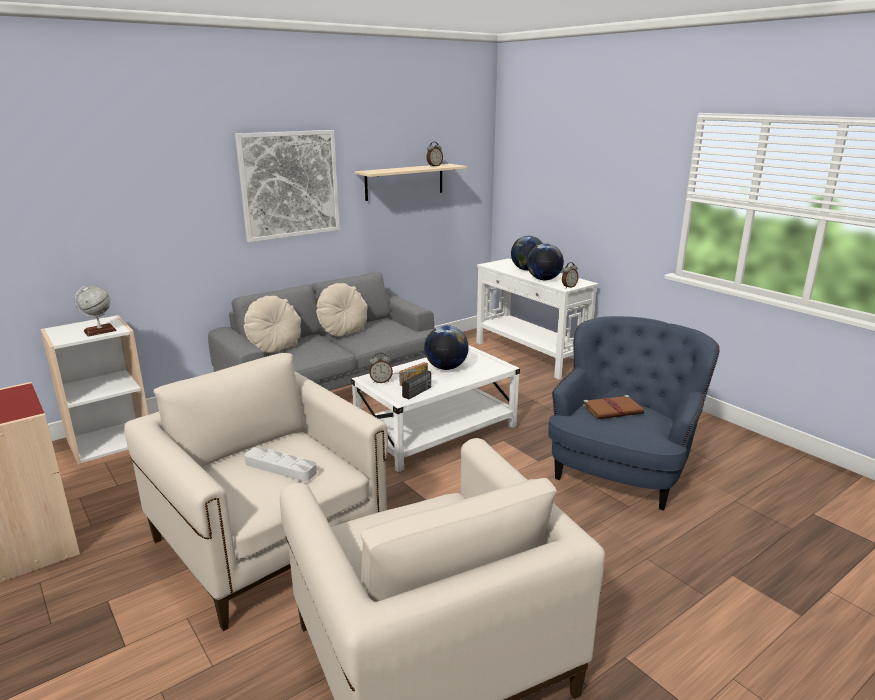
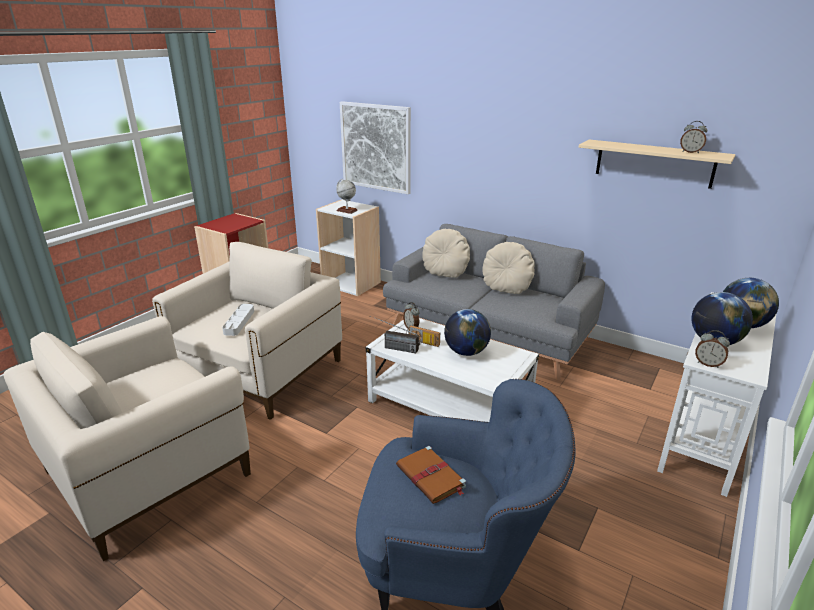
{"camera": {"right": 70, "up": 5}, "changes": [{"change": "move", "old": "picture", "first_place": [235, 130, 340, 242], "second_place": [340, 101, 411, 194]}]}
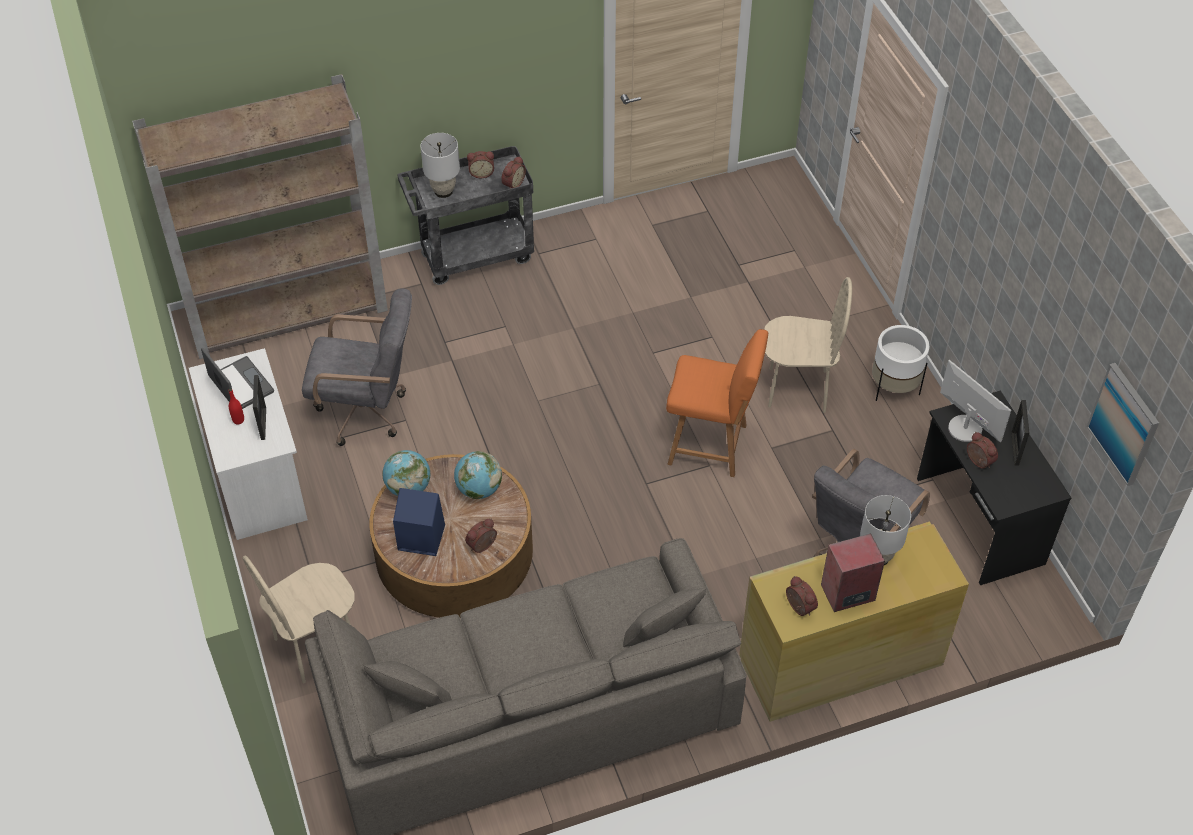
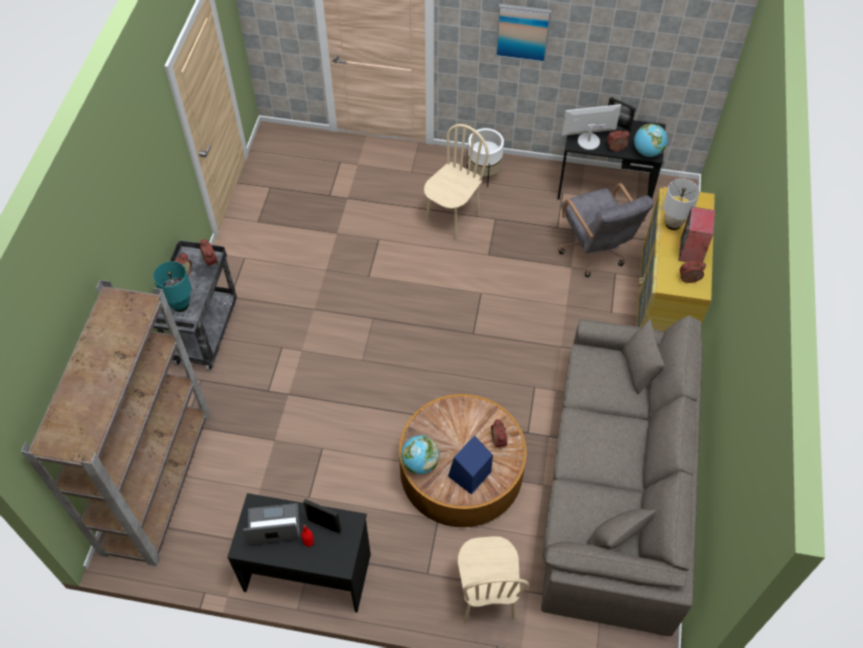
{"camera": {"right": -60, "up": 5}, "changes": [{"change": "delete", "old": "office chair/grey", "first_place": [302, 288, 412, 446]}, {"change": "delete", "old": "chair/orange", "first_place": [666, 329, 768, 477]}, {"change": "move", "old": "globe", "first_place": [454, 451, 502, 499], "second_place": [634, 123, 667, 157]}, {"change": "move", "old": "picture", "first_place": [1087, 363, 1159, 486], "second_place": [495, 4, 552, 63]}, {"change": "recolor", "old": "desk/white", "new": "desk/black", "first_place": [189, 348, 308, 540], "second_place": [227, 493, 371, 612]}, {"change": "recolor", "old": "table lamp/white", "new": "table lamp/turquoise", "first_place": [421, 133, 460, 198], "second_place": [153, 261, 191, 312]}]}
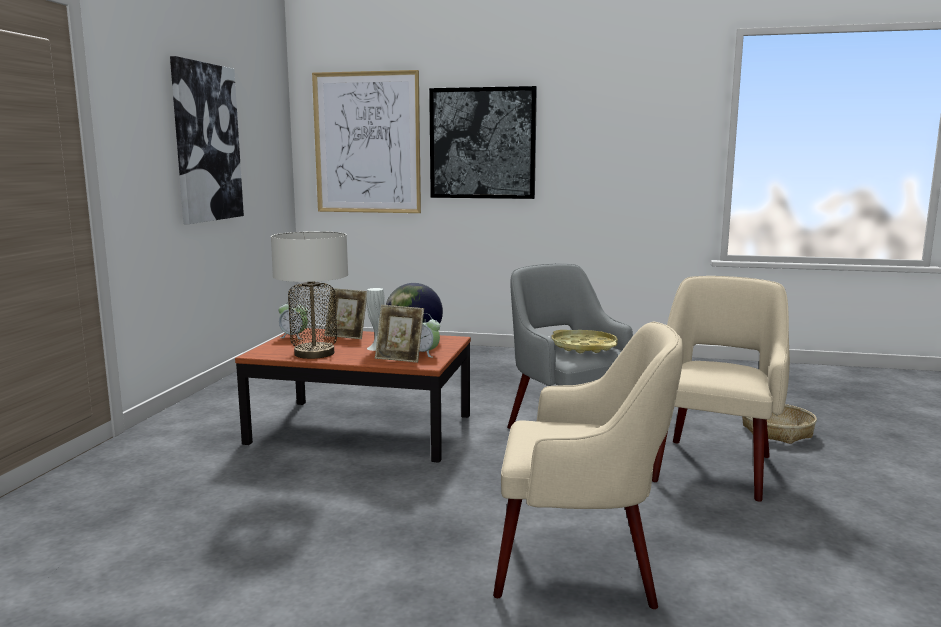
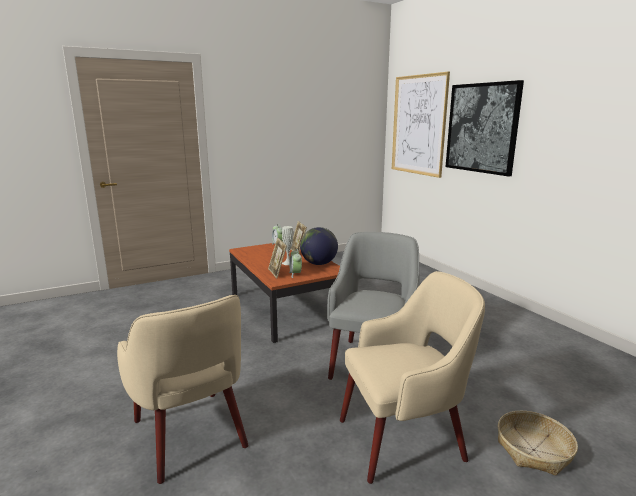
{"camera": {"right": 50, "up": 5}, "changes": [{"change": "delete", "old": "picture", "first_place": [170, 56, 244, 224]}, {"change": "delete", "old": "table lamp", "first_place": [271, 231, 348, 359]}, {"change": "delete", "old": "tray/yellow", "first_place": [551, 330, 618, 354]}]}
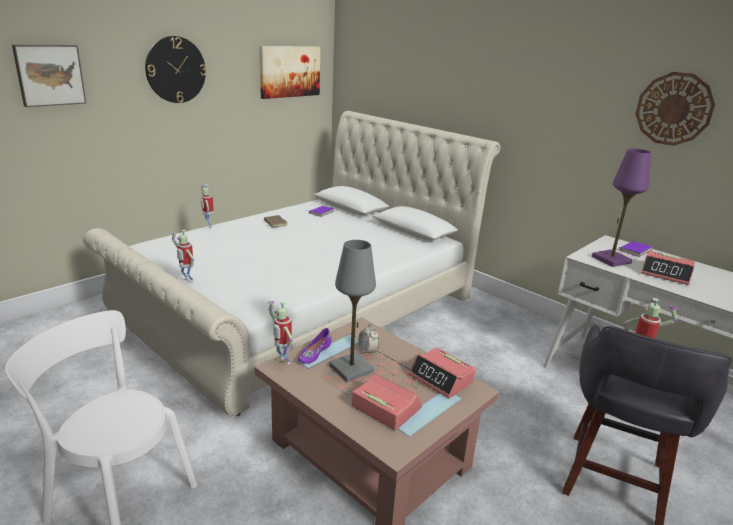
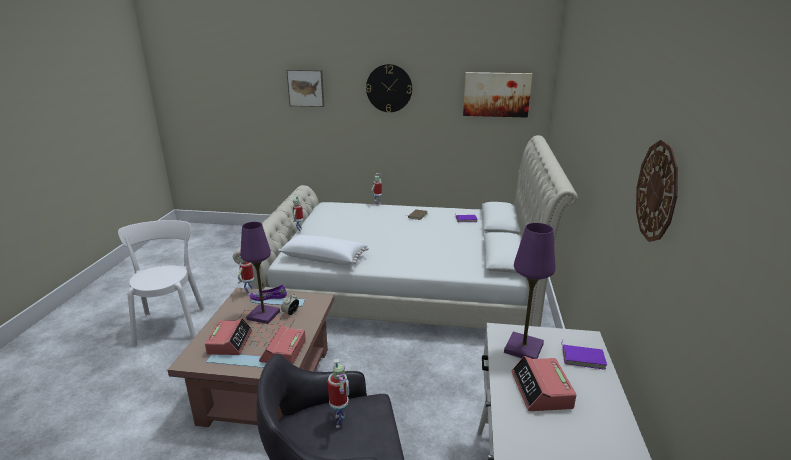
{"camera": {"right": 55, "up": 0}, "changes": [{"change": "insert", "new": "pillow/white", "second_place": [278, 235, 369, 265]}, {"change": "recolor", "old": "table lamp/grey", "new": "table lamp/purple", "first_place": [329, 240, 376, 382], "second_place": [240, 222, 280, 324]}]}
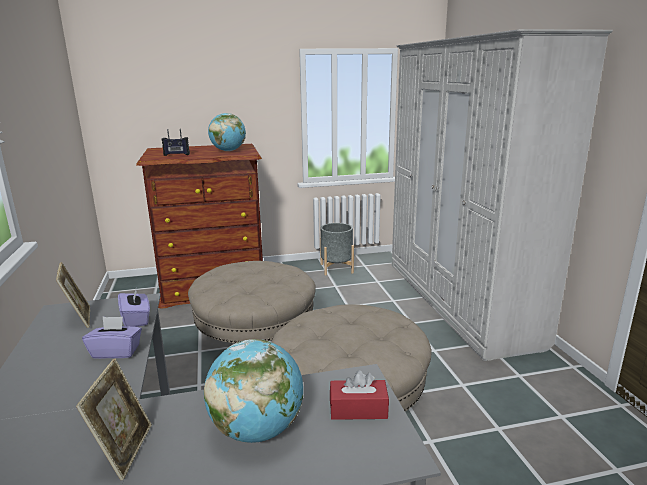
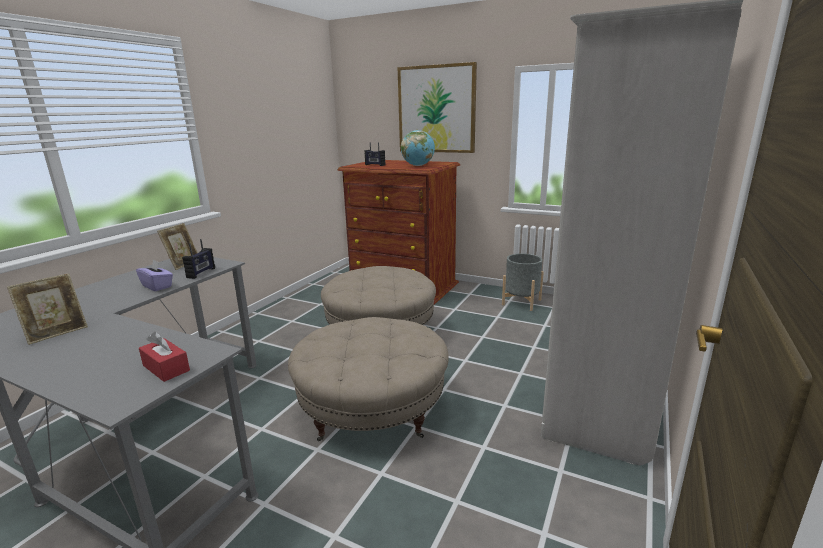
{"camera": {"right": 40, "up": 0}, "changes": [{"change": "delete", "old": "globe", "first_place": [204, 339, 303, 443]}, {"change": "insert", "new": "picture", "second_place": [398, 62, 477, 153]}, {"change": "replace", "old": "tissue box/purple", "new": "radio", "first_place": [118, 289, 150, 327], "second_place": [182, 239, 215, 279]}]}
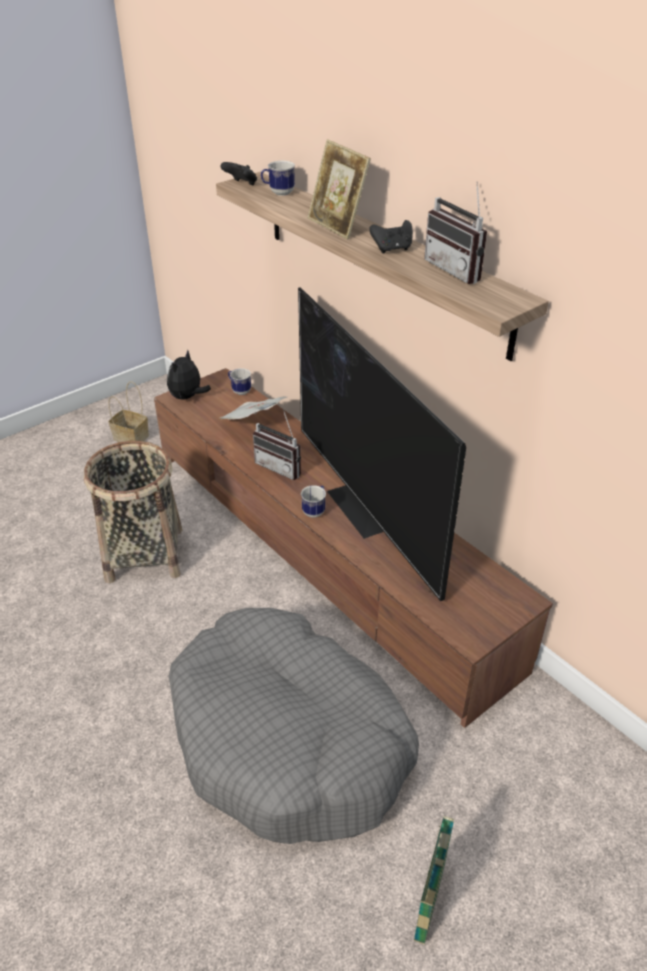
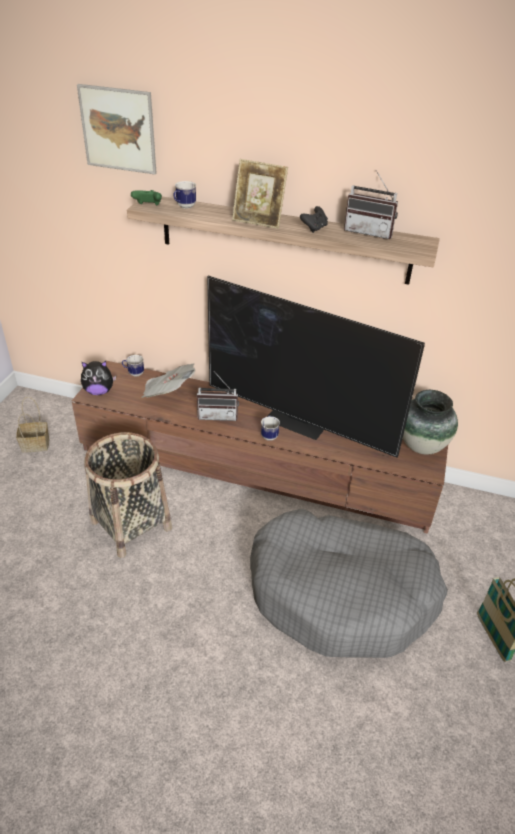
{"camera": {"right": -35, "up": 0}, "changes": [{"change": "insert", "new": "picture", "second_place": [77, 84, 156, 174]}, {"change": "insert", "new": "vase", "second_place": [403, 390, 458, 455]}, {"change": "recolor", "old": "game controller/black", "new": "game controller/green", "first_place": [221, 162, 257, 186], "second_place": [131, 190, 162, 205]}, {"change": "rotate", "old": "plush toy", "first_place": [167, 350, 211, 399], "second_place": [81, 361, 116, 395], "degrees": -90}]}
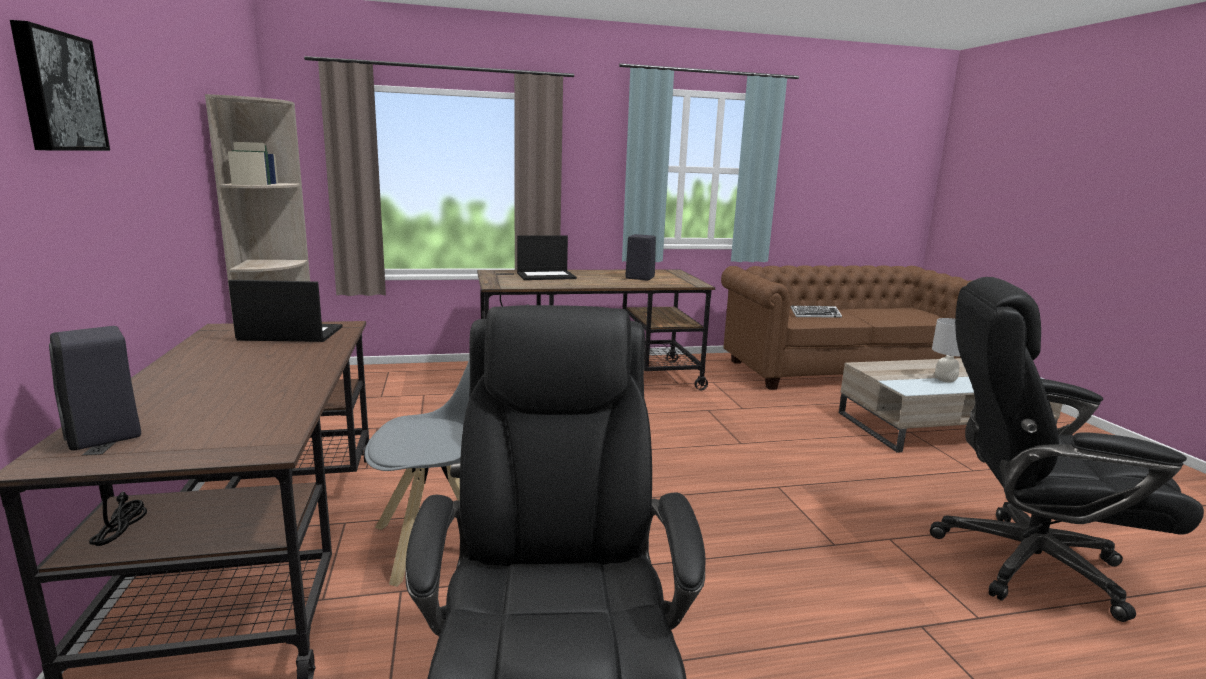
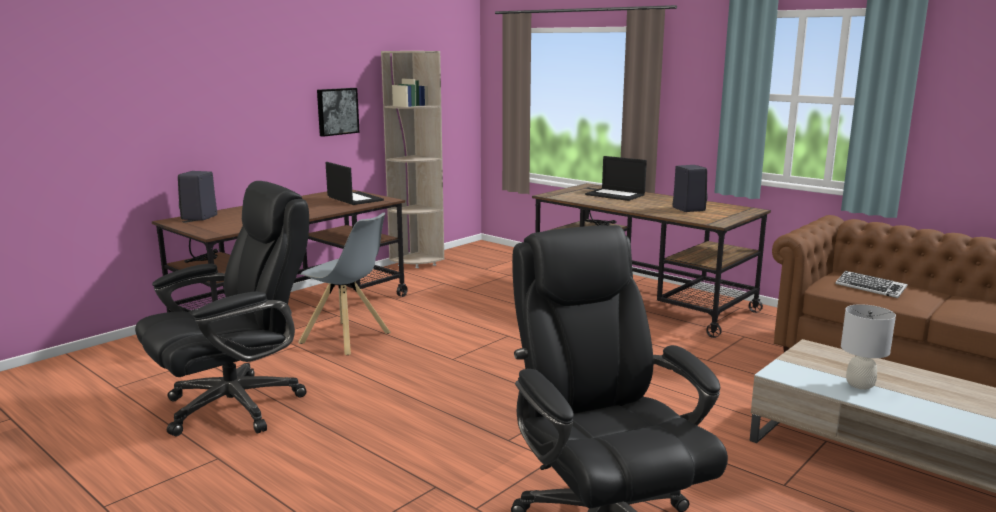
{"camera": {"right": 55, "up": 0}, "changes": [{"change": "move", "old": "picture", "first_place": [10, 20, 110, 151], "second_place": [317, 88, 360, 137]}]}
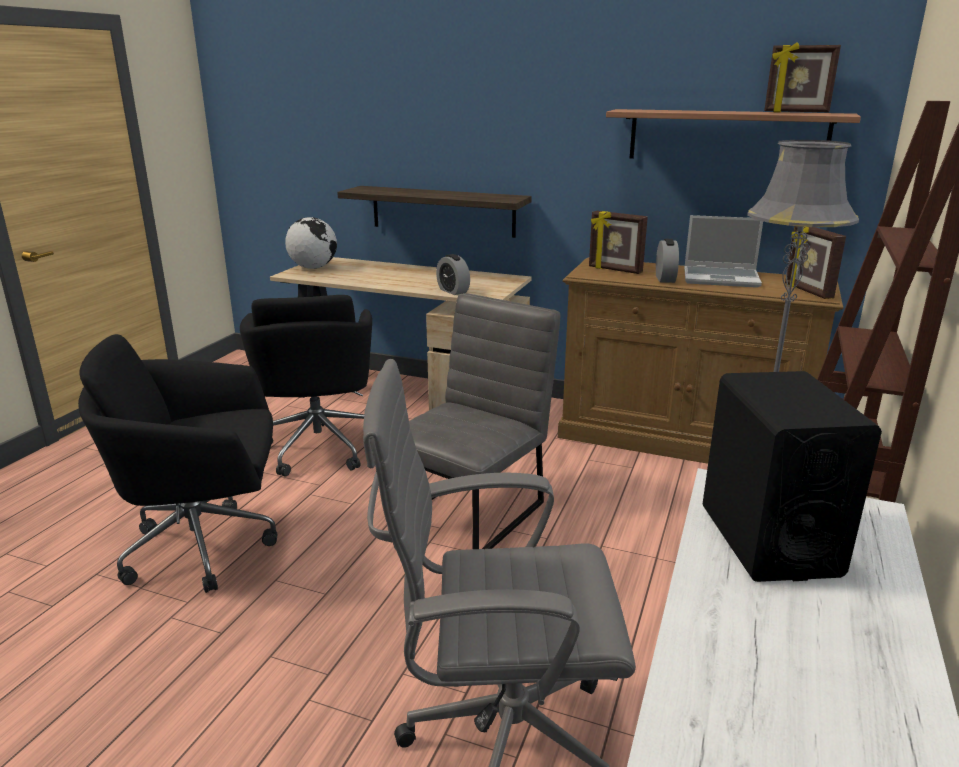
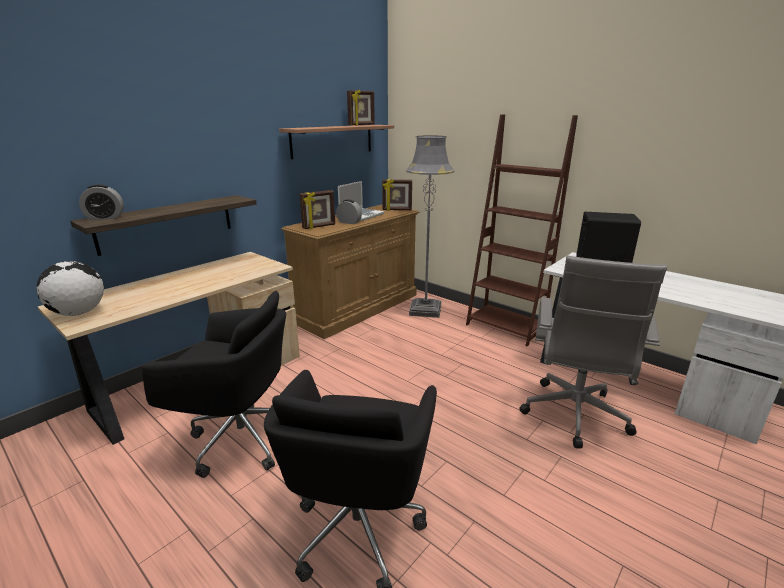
{"camera": {"right": -70, "up": 0}, "changes": [{"change": "delete", "old": "chair/grey", "first_place": [409, 293, 560, 549]}, {"change": "move", "old": "alarm clock", "first_place": [436, 254, 470, 295], "second_place": [79, 184, 124, 220]}]}
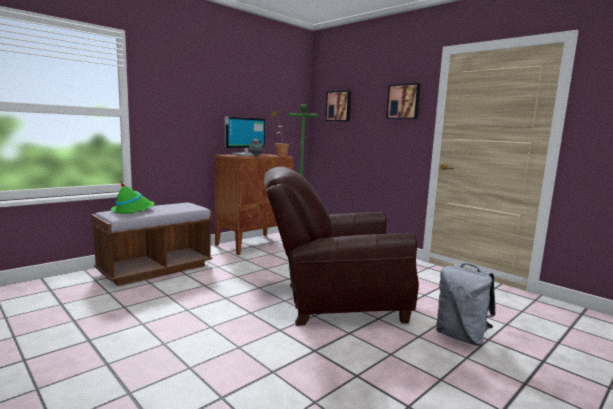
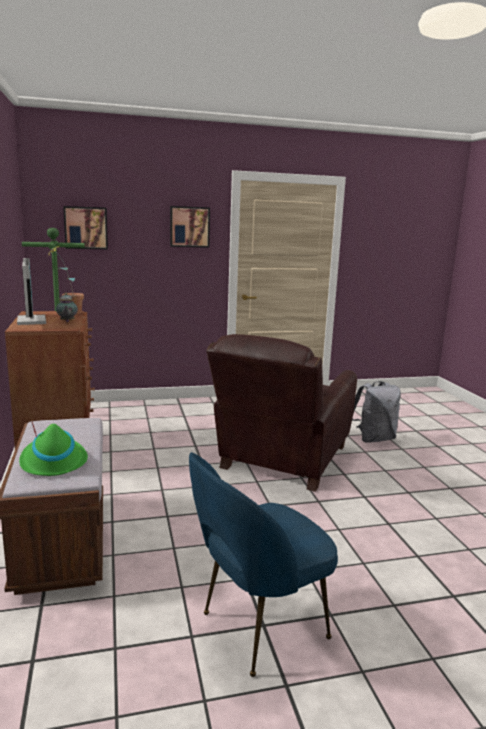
{"camera": {"right": -60, "up": 5}, "changes": [{"change": "insert", "new": "chair/blue", "second_place": [189, 452, 338, 677]}]}
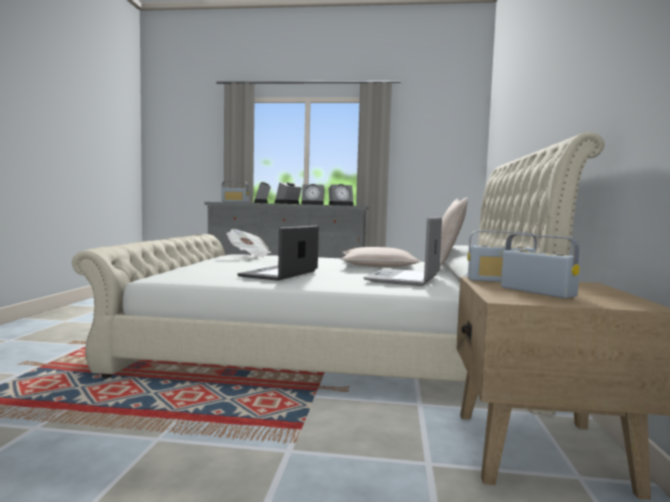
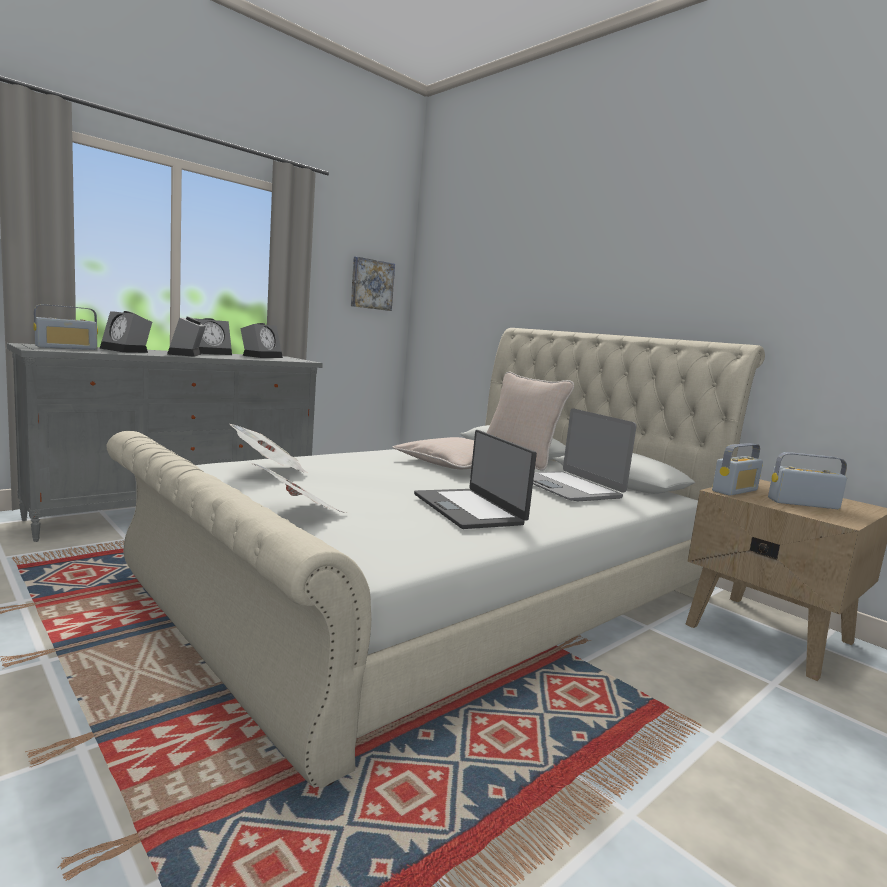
{"camera": {"right": -50, "up": 5}, "changes": [{"change": "insert", "new": "newspaper", "second_place": [248, 462, 347, 513]}, {"change": "insert", "new": "picture", "second_place": [351, 257, 395, 311]}]}
